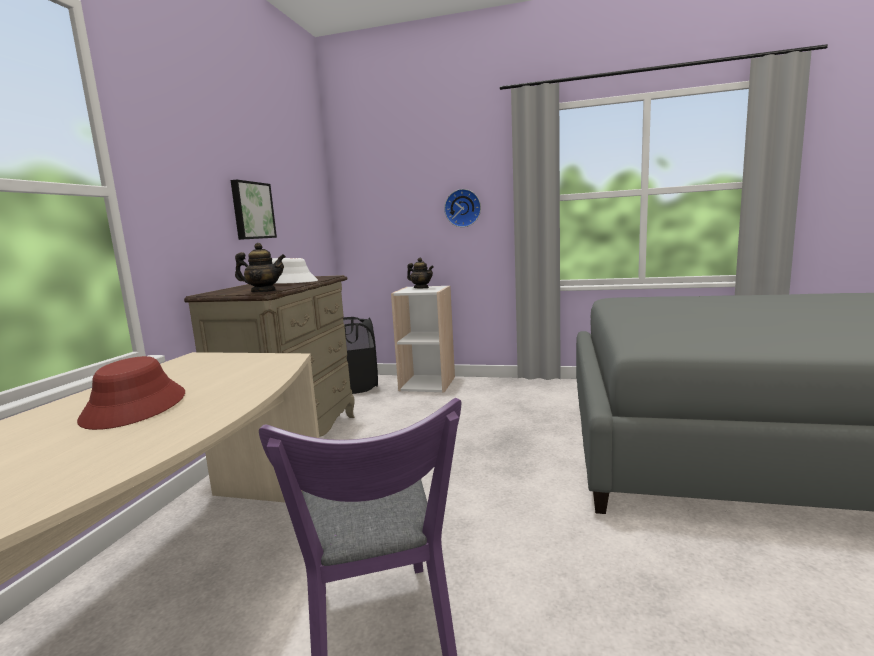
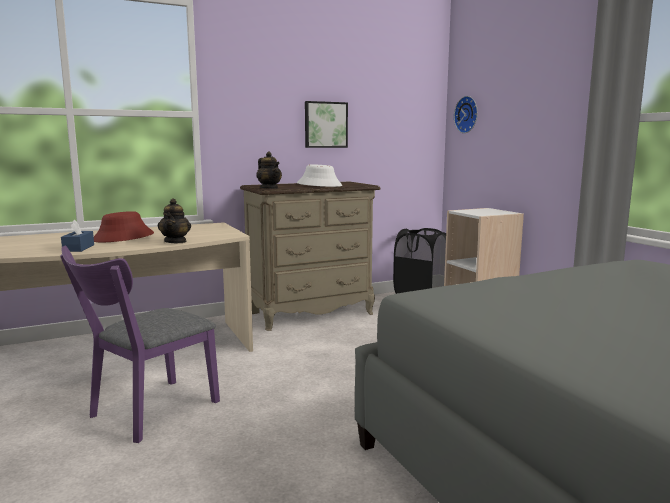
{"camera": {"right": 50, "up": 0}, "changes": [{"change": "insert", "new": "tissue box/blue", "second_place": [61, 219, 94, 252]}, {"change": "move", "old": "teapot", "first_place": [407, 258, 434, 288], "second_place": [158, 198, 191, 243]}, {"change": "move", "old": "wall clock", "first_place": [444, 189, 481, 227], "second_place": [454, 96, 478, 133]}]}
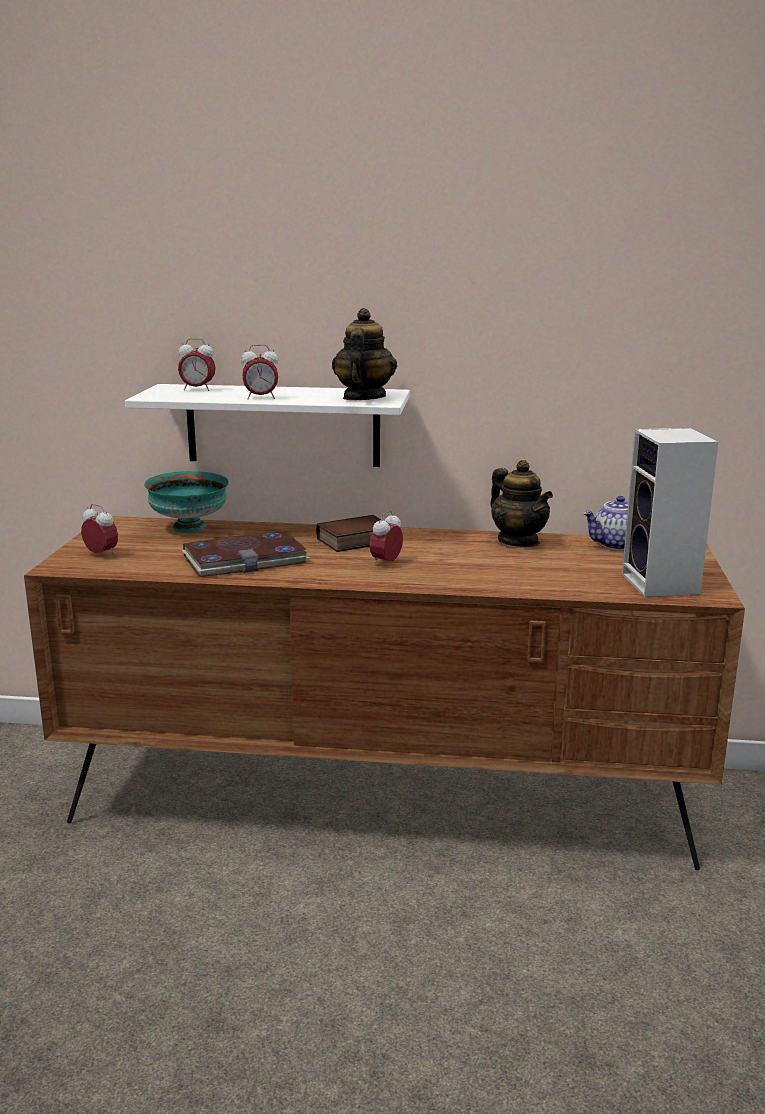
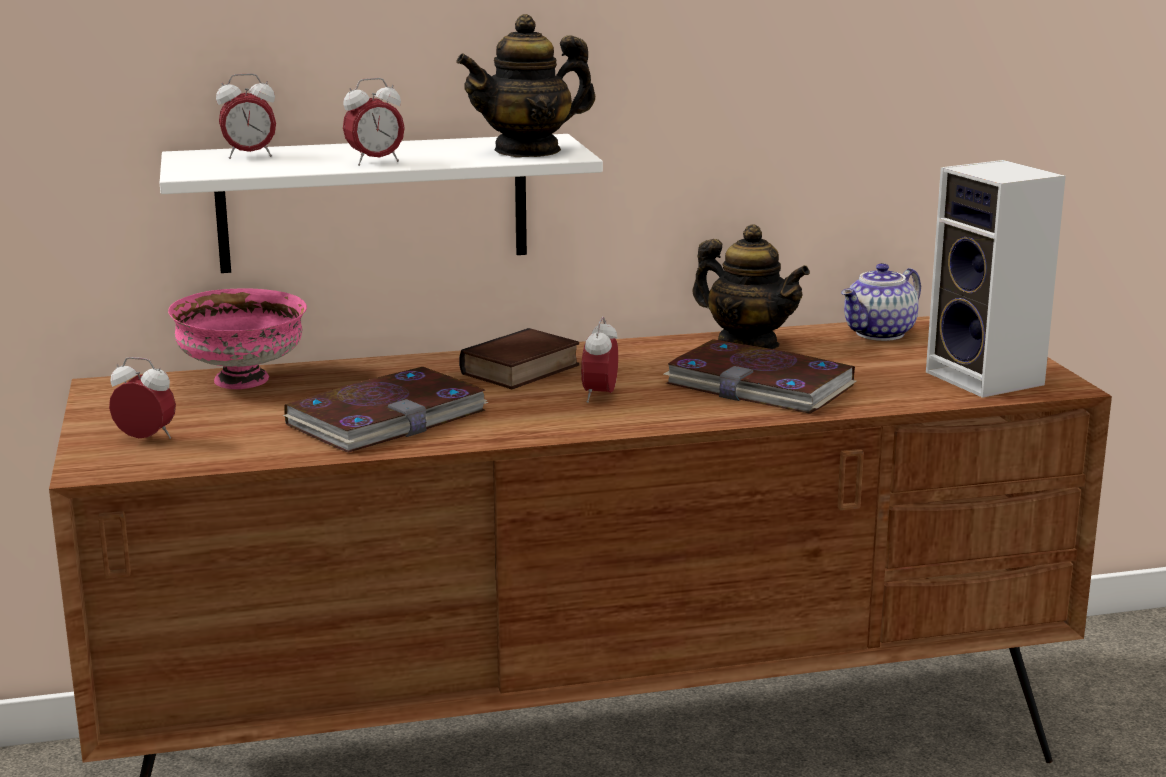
{"camera": {"right": -20, "up": 0}, "changes": [{"change": "insert", "new": "book", "second_place": [664, 339, 857, 414]}, {"change": "recolor", "old": "bowl/turquoise", "new": "bowl/pink", "first_place": [144, 471, 229, 533], "second_place": [168, 288, 307, 389]}, {"change": "rotate", "old": "teapot", "first_place": [332, 308, 397, 400], "second_place": [456, 14, 595, 157], "degrees": -105}]}
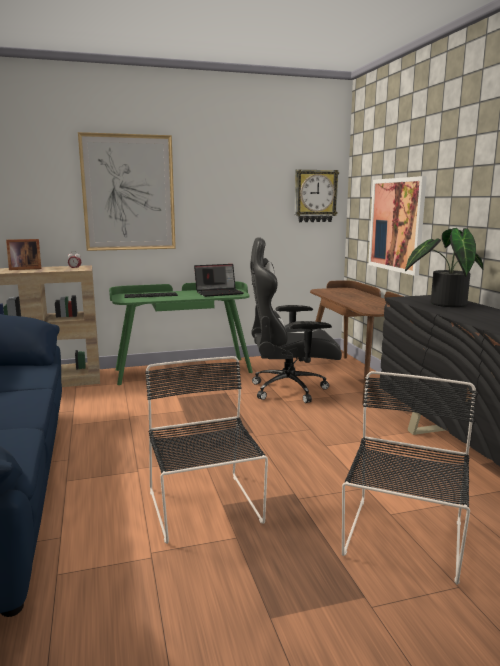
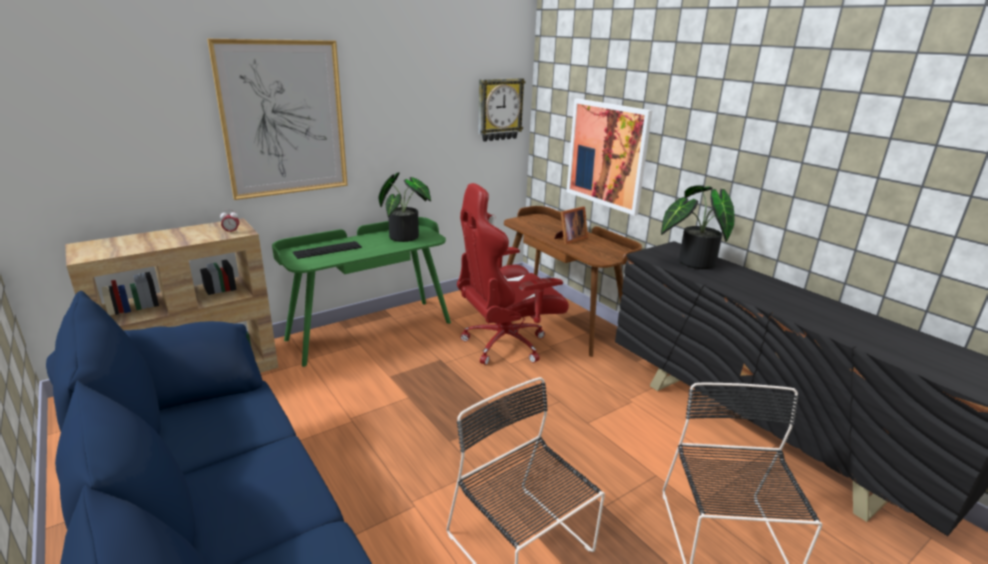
{"camera": {"right": -20, "up": 10}, "changes": [{"change": "move", "old": "picture frame", "first_place": [6, 239, 41, 270], "second_place": [554, 206, 588, 244]}, {"change": "replace", "old": "laptop", "new": "potted plant", "first_place": [194, 264, 243, 297], "second_place": [378, 172, 431, 242]}, {"change": "recolor", "old": "office chair/black", "new": "office chair/red", "first_place": [250, 237, 342, 403], "second_place": [457, 183, 569, 365]}]}
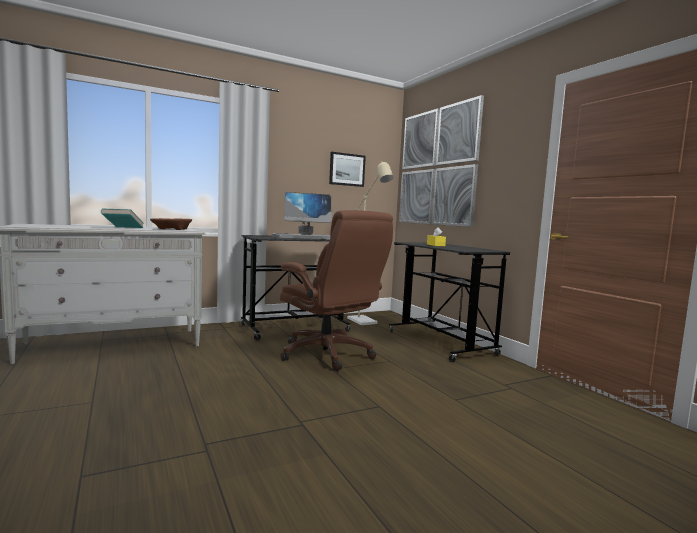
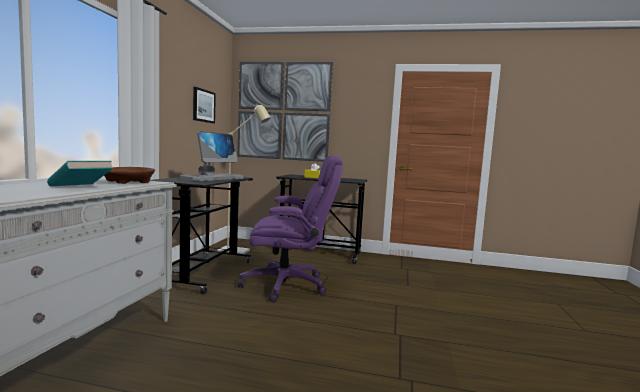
{"camera": {"right": -50, "up": 0}, "changes": [{"change": "recolor", "old": "office chair/brown", "new": "office chair/purple", "first_place": [280, 210, 393, 371], "second_place": [238, 156, 343, 302]}]}
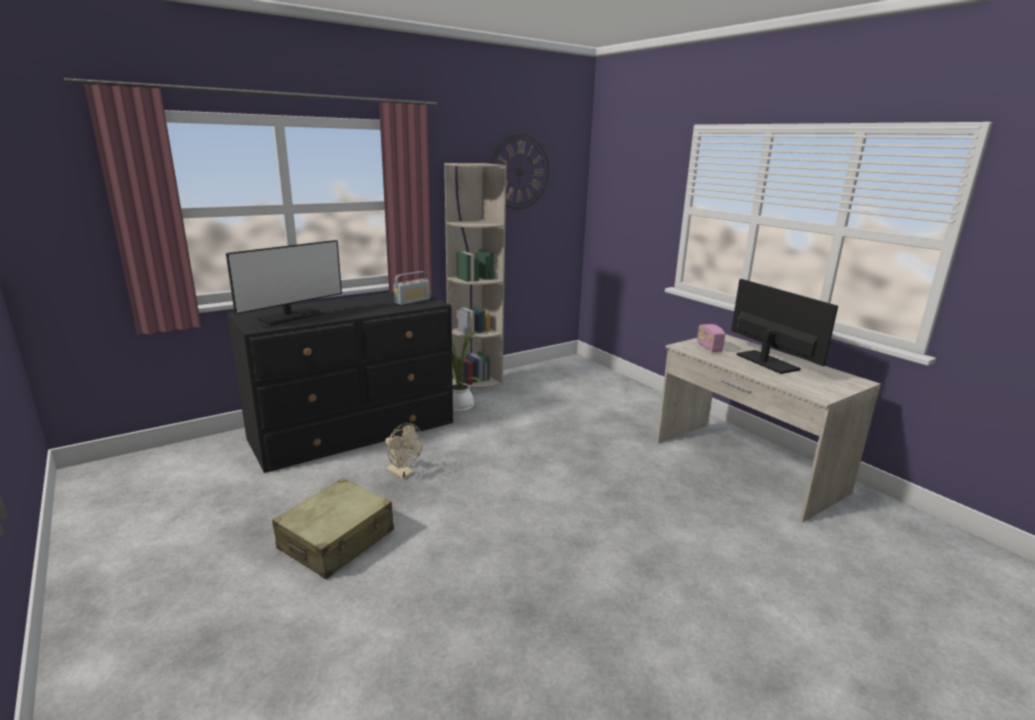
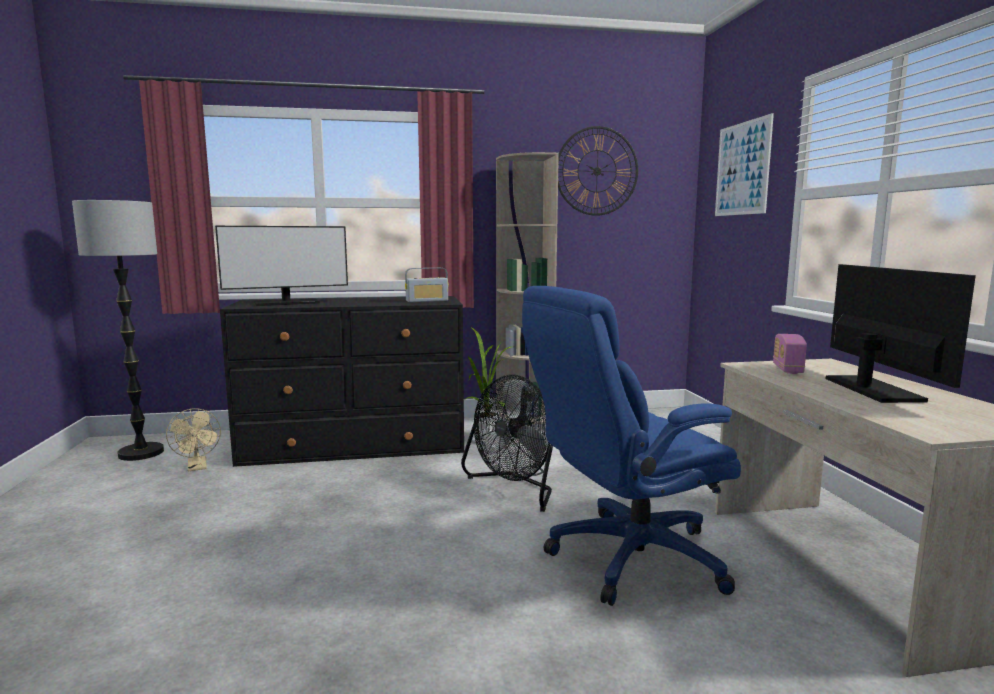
{"camera": {"right": 25, "up": -10}, "changes": [{"change": "delete", "old": "suitcase/beige", "first_place": [272, 478, 394, 579]}, {"change": "insert", "new": "floor lamp", "second_place": [72, 200, 164, 461]}, {"change": "insert", "new": "fan/black", "second_place": [461, 374, 553, 512]}, {"change": "insert", "new": "office chair/blue", "second_place": [522, 286, 741, 606]}, {"change": "insert", "new": "picture", "second_place": [715, 113, 774, 216]}, {"change": "move", "old": "fan/beige", "first_place": [385, 423, 423, 479], "second_place": [166, 408, 221, 471]}]}
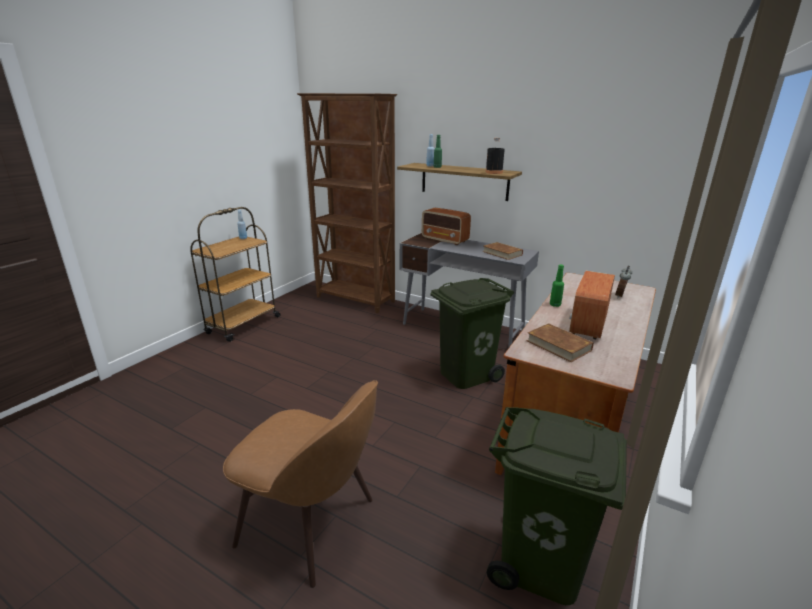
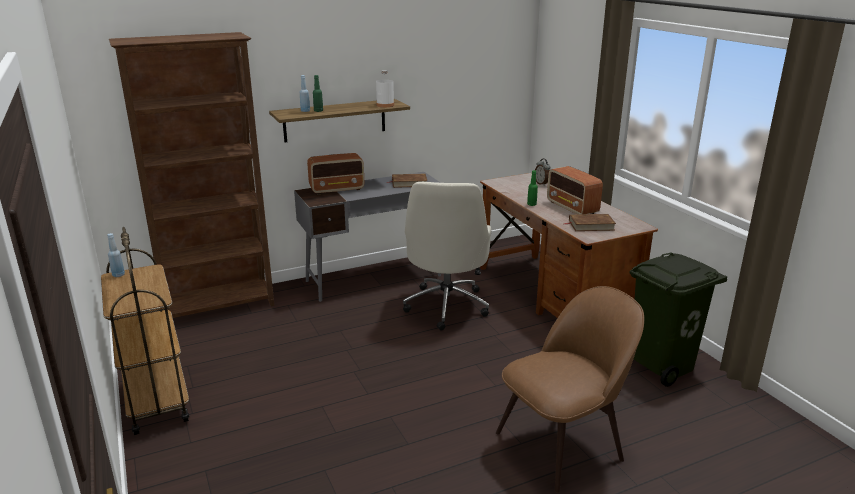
{"camera": {"right": -55, "up": 0}, "changes": [{"change": "replace", "old": "trash can/green", "new": "office chair/beige", "first_place": [430, 278, 514, 389], "second_place": [403, 182, 491, 330]}, {"change": "recolor", "old": "bottle/black", "new": "bottle/white", "first_place": [486, 138, 505, 174], "second_place": [376, 70, 394, 107]}]}
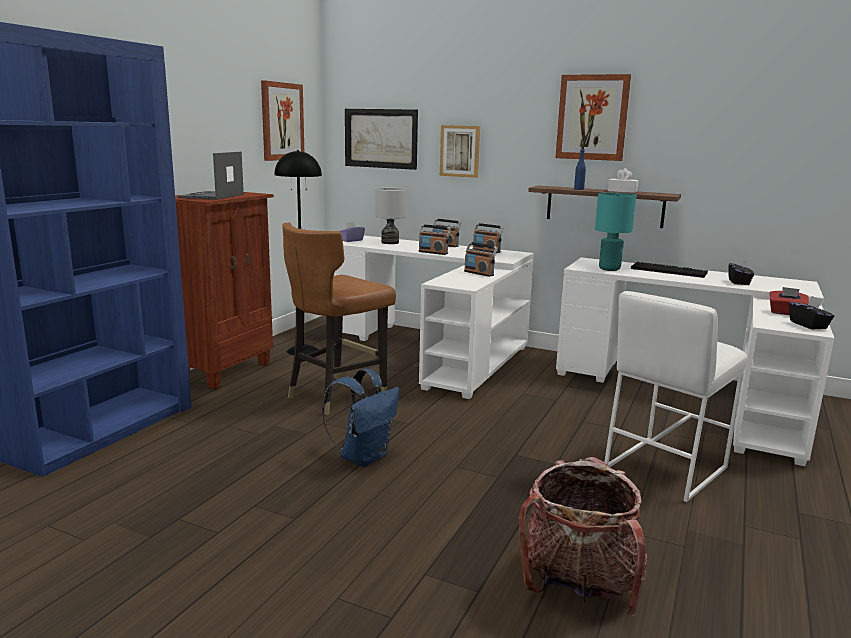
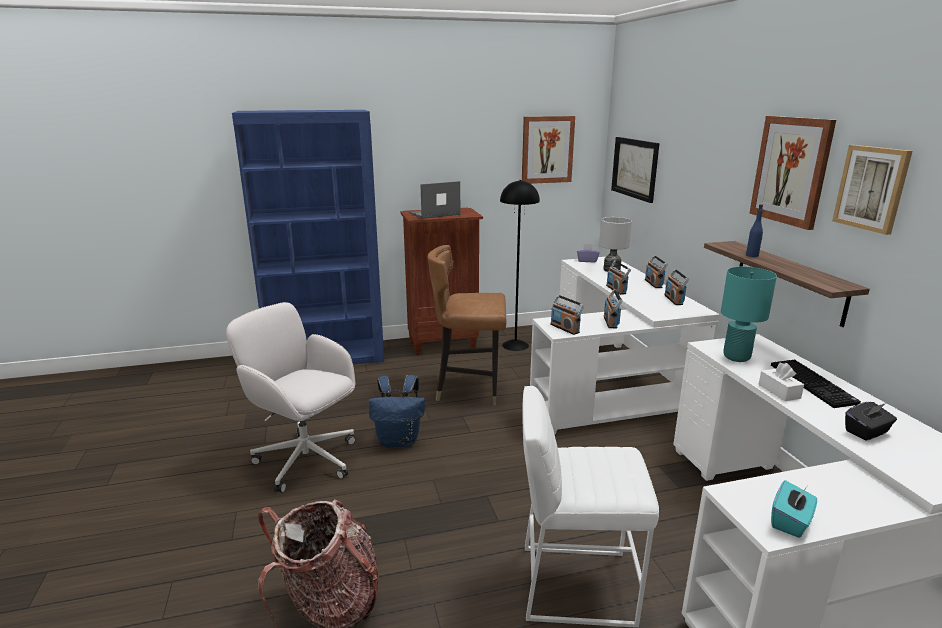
{"camera": {"right": 50, "up": 5}, "changes": [{"change": "delete", "old": "tissue box/red", "first_place": [769, 287, 809, 315]}, {"change": "insert", "new": "office chair/white", "second_place": [226, 302, 355, 493]}, {"change": "insert", "new": "radio", "second_place": [550, 295, 584, 335]}, {"change": "move", "old": "picture", "first_place": [440, 125, 480, 178], "second_place": [832, 145, 913, 235]}, {"change": "move", "old": "tissue box/white", "first_place": [608, 168, 638, 193], "second_place": [759, 363, 804, 401]}, {"change": "recolor", "old": "tissue box/black", "new": "tissue box/turquoise", "first_place": [789, 296, 834, 330], "second_place": [771, 480, 817, 538]}]}
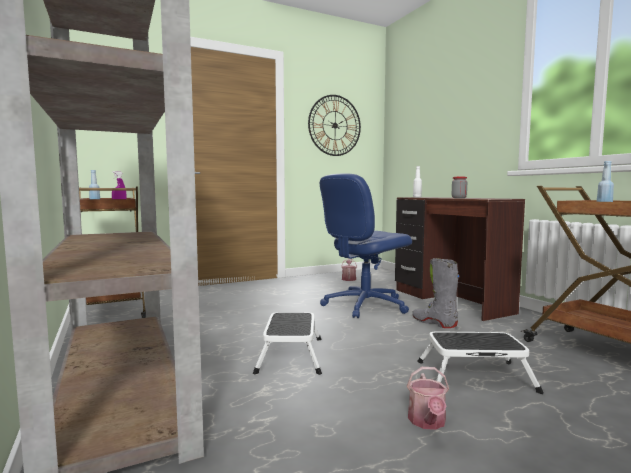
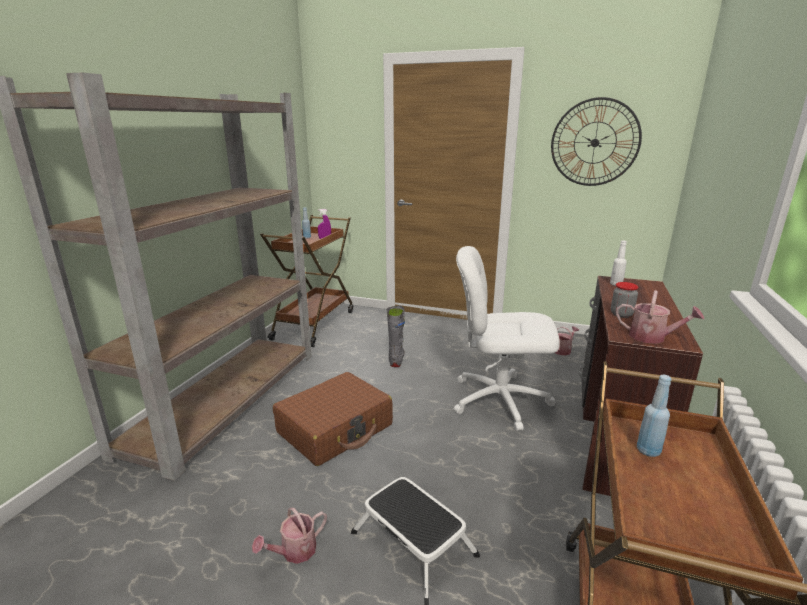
{"camera": {"right": 45, "up": 15}, "changes": [{"change": "insert", "new": "watering can", "second_place": [616, 290, 704, 344]}, {"change": "move", "old": "boot/grey", "first_place": [412, 258, 460, 328], "second_place": [387, 305, 405, 367]}, {"change": "replace", "old": "step ladder/black", "new": "suitcase/brown", "first_place": [253, 312, 322, 375], "second_place": [273, 372, 393, 466]}, {"change": "recolor", "old": "office chair/blue", "new": "office chair/white", "first_place": [320, 173, 412, 318], "second_place": [454, 246, 560, 431]}]}
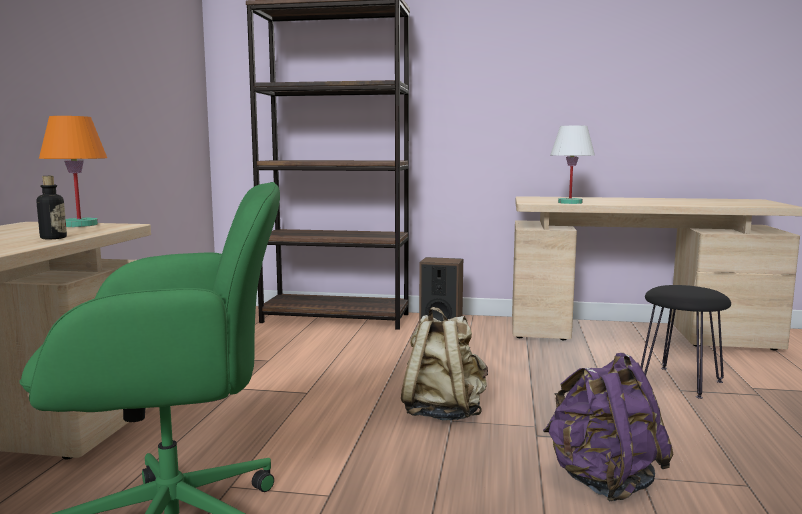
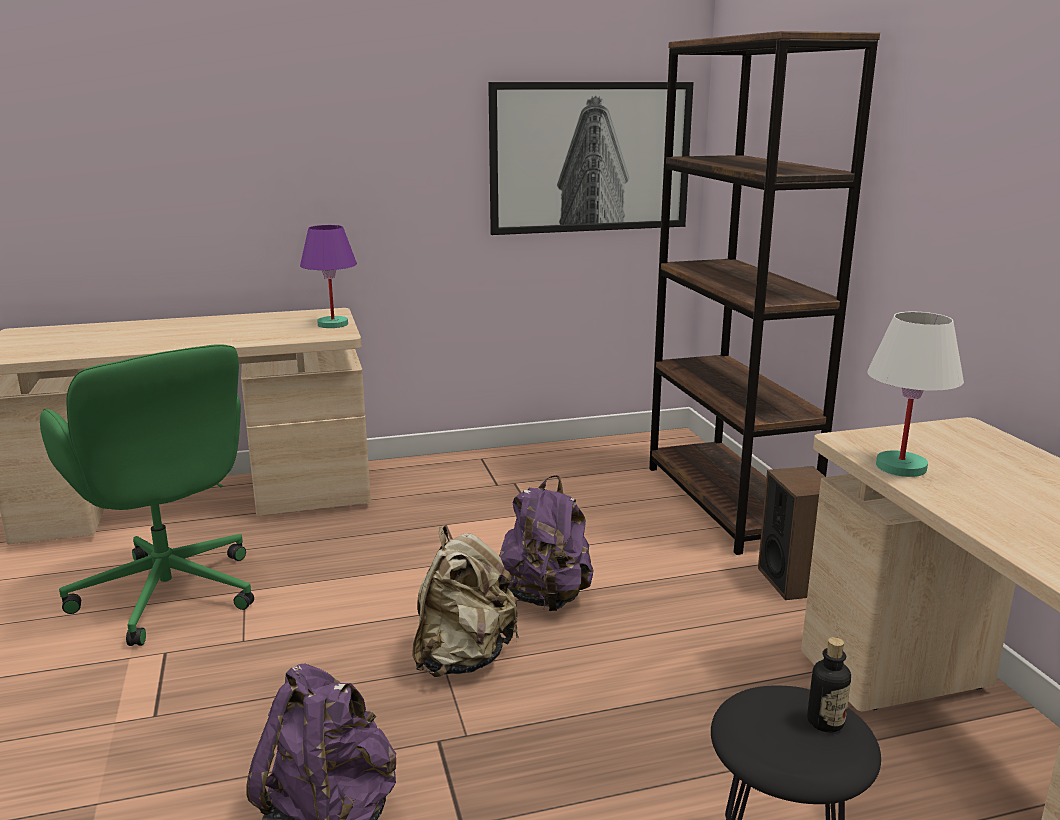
{"camera": {"right": 65, "up": 10}, "changes": [{"change": "insert", "new": "picture", "second_place": [488, 82, 694, 235]}, {"change": "insert", "new": "backpack/purple", "second_place": [499, 475, 593, 611]}, {"change": "move", "old": "bottle", "first_place": [36, 176, 67, 239], "second_place": [807, 637, 851, 733]}, {"change": "recolor", "old": "table lamp/orange", "new": "table lamp/purple", "first_place": [39, 116, 107, 227], "second_place": [300, 225, 357, 328]}]}
